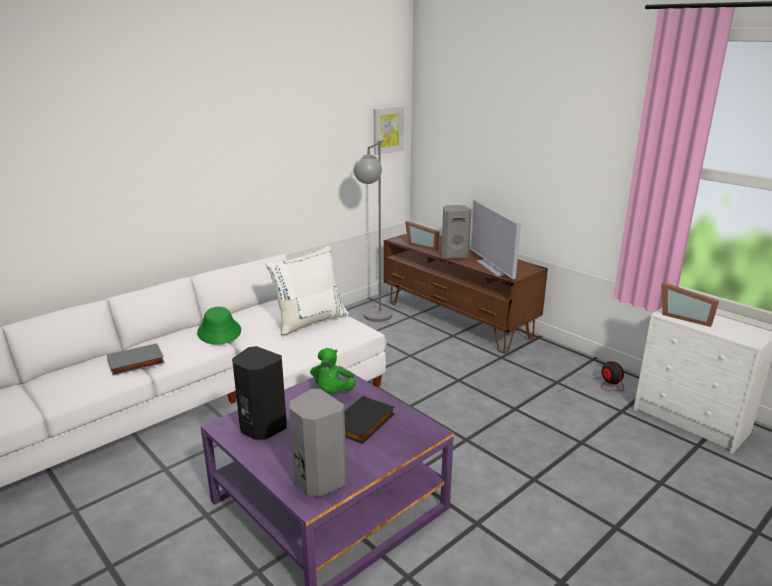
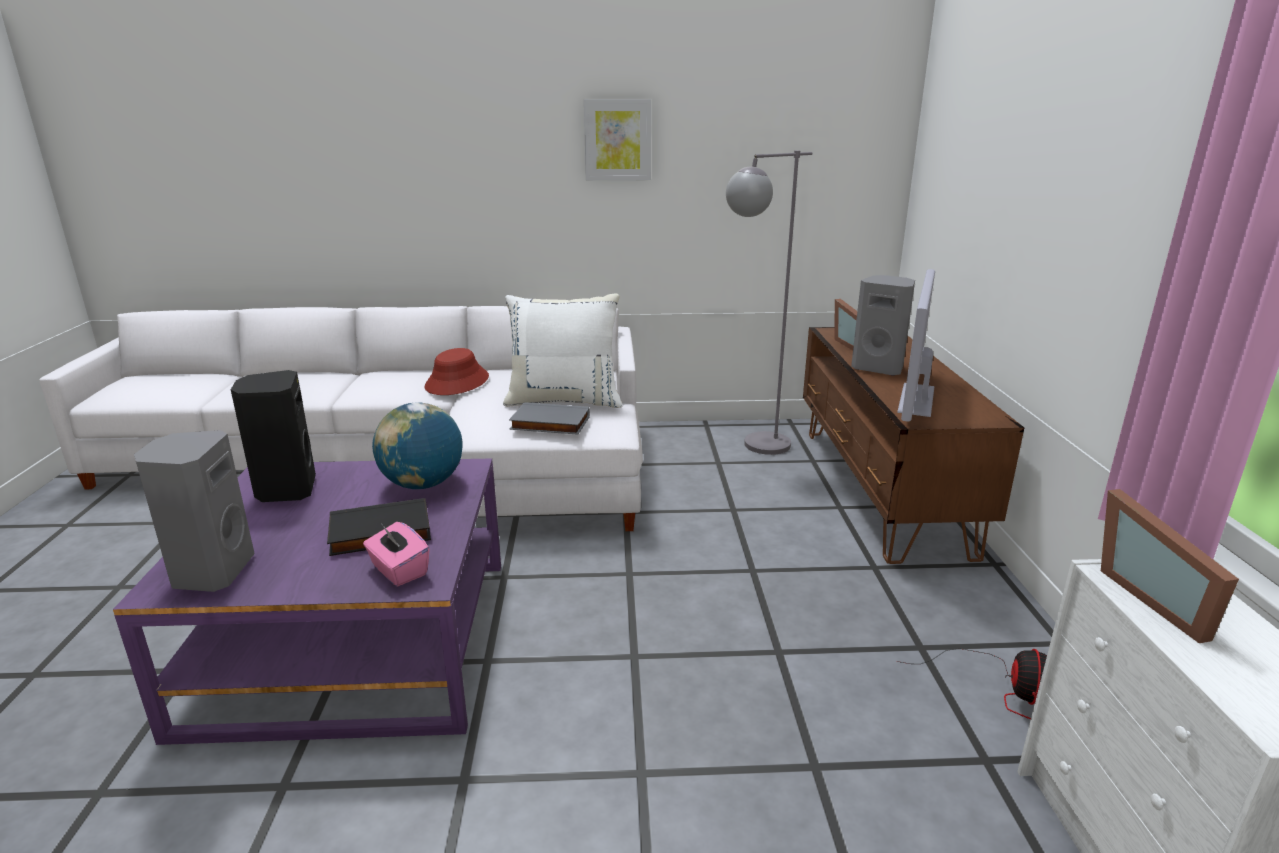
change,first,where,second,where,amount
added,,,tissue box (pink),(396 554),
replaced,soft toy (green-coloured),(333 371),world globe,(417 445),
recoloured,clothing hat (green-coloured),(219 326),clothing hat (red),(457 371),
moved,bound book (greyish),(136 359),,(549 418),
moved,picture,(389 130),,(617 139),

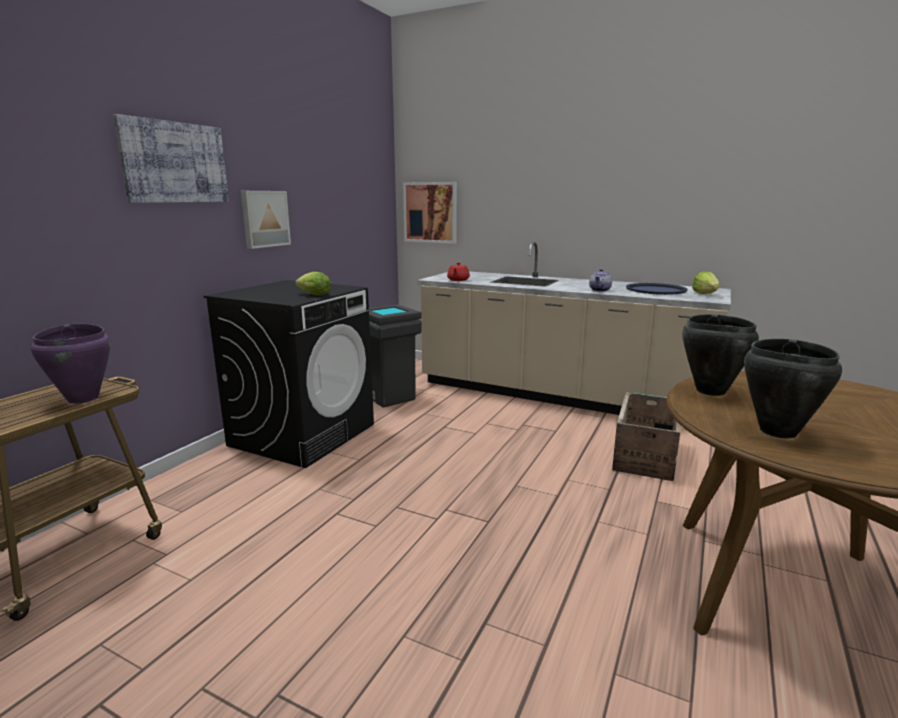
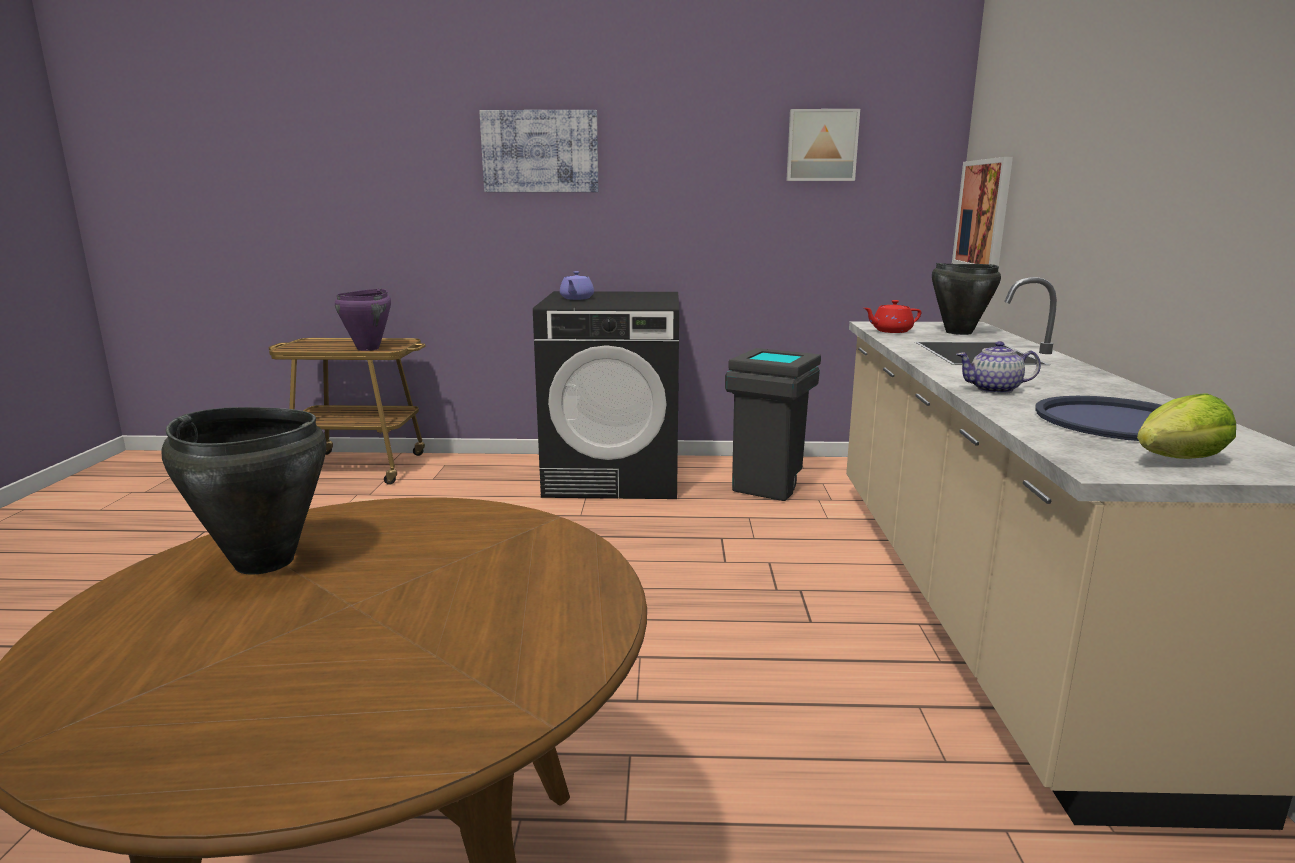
change,first,where,second,where,amount
added,,,pot for tea (purple-coloured),(577 285),
moved,picture,(266 220),,(823 145),
moved,cooking pot (blackish),(720 355),,(966 299),
removed,lettuce,(313 284),,,
removed,packing crate,(646 436),,,

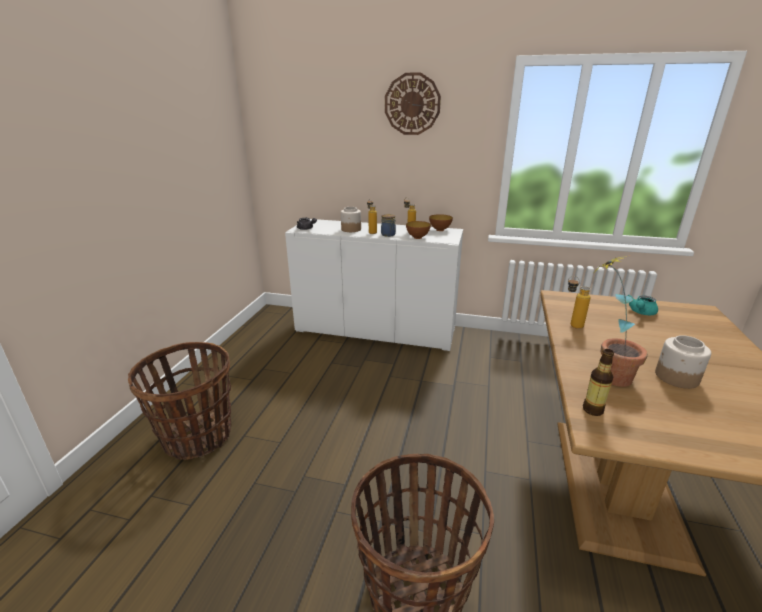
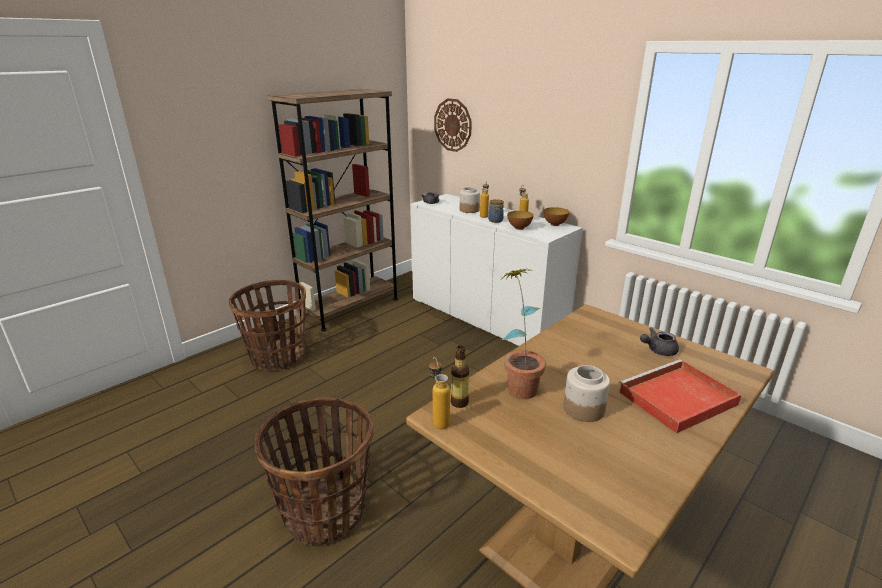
change,first,where,second,where,amount
added,,,bookshelf (brownish),(332 210),
moved,bottle,(579 302),,(439 393),
moved,hanging clock,(413 103),,(453 125),
added,,,carrying tray (red),(680 396),
recoloured,pot for tea (turquoise),(642 305),pot for tea (greyish),(659 341),

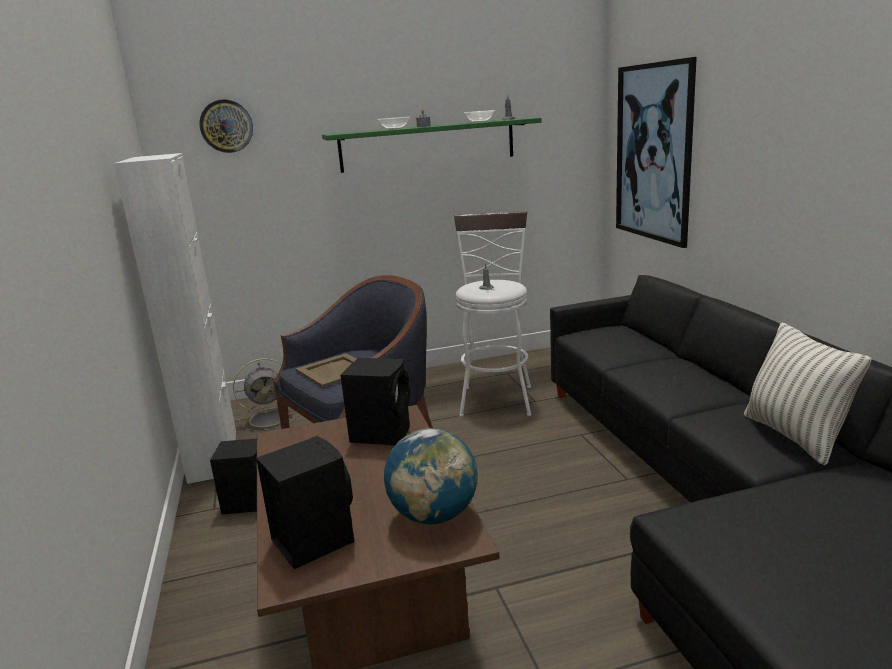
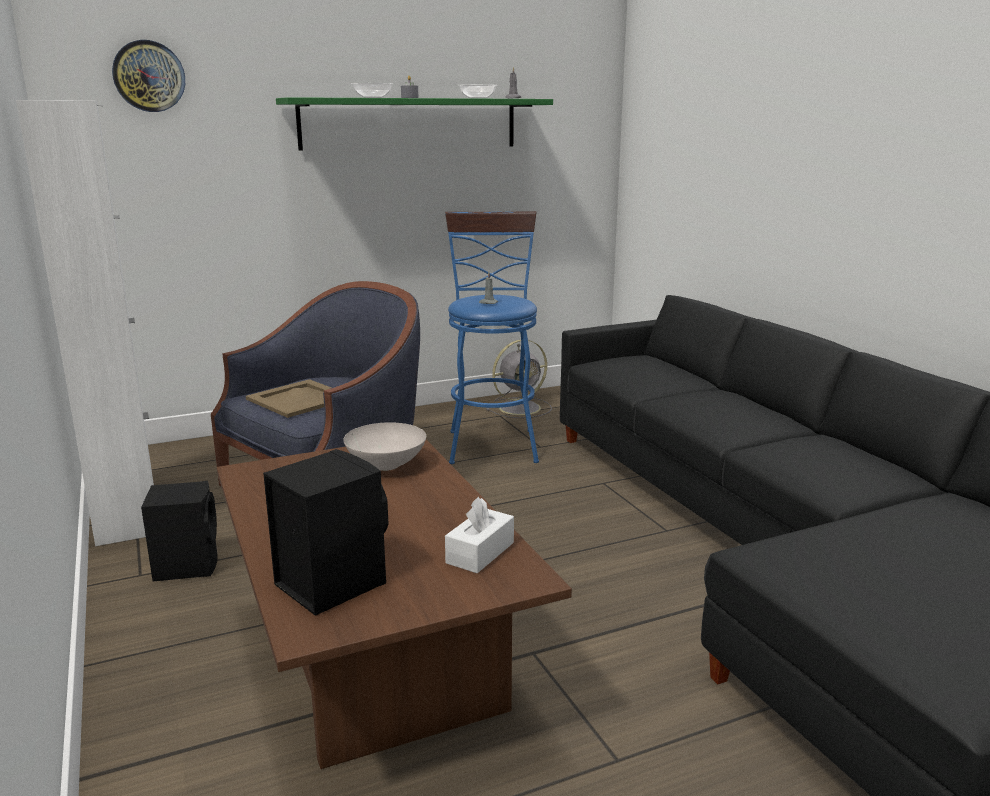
change,first,where,second,where,amount
replaced,loudspeaker (blackish),(375 402),deep dish (whitish),(384 446),
recoloured,stool (whitish),(493 314),stool (bluish),(492 337),
replaced,world globe,(431 476),tissue box (whitish),(479 535),
moved,electric fan (greyish),(265 394),,(519 379),
removed,picture,(656 152),,,
removed,pillow,(808 393),,,

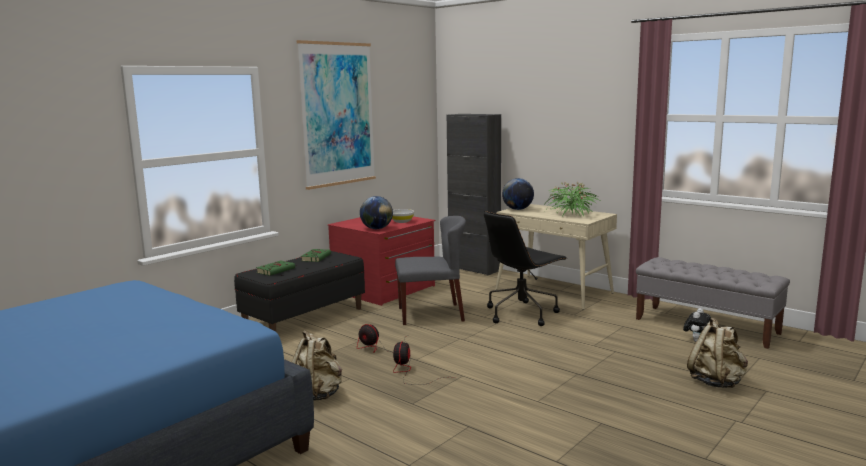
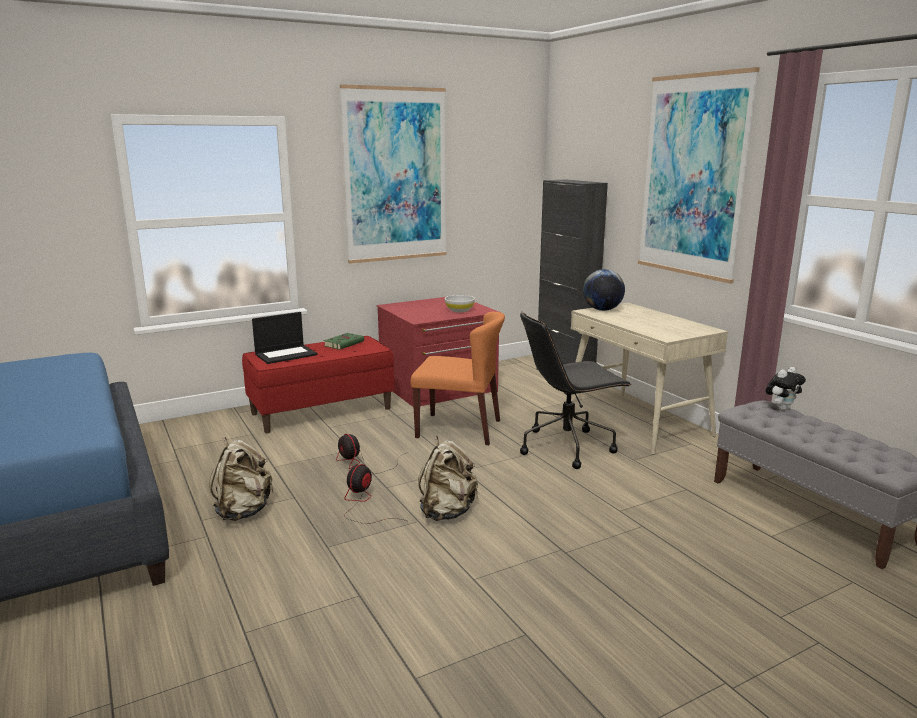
change,first,where,second,where,amount
recoloured,long seat (blackish),(299 291),long seat (red),(318 384),
replaced,bound book (green-coloured),(275 268),laptop,(284 338),
recoloured,chair (greyish),(430 270),chair (orange-coloured),(457 378),
moved,rucksack (sand-coloured),(717 353),,(448 478),
added,,,picture,(699 175),
moved,soft toy,(697 325),,(786 388),
removed,world globe,(376 212),,,
removed,potted plant,(571 199),,,

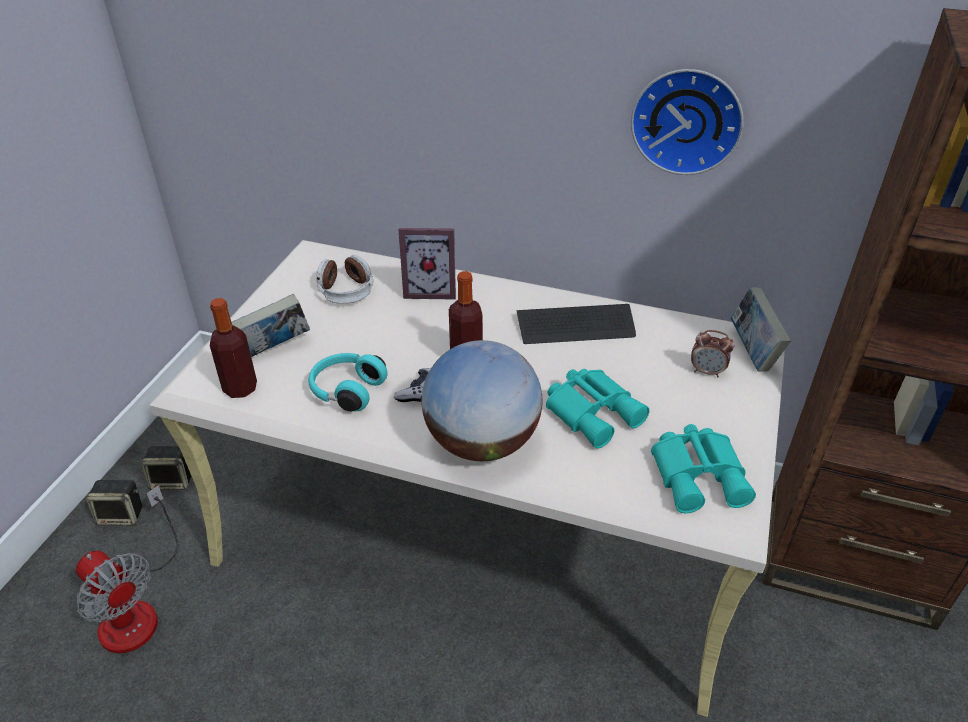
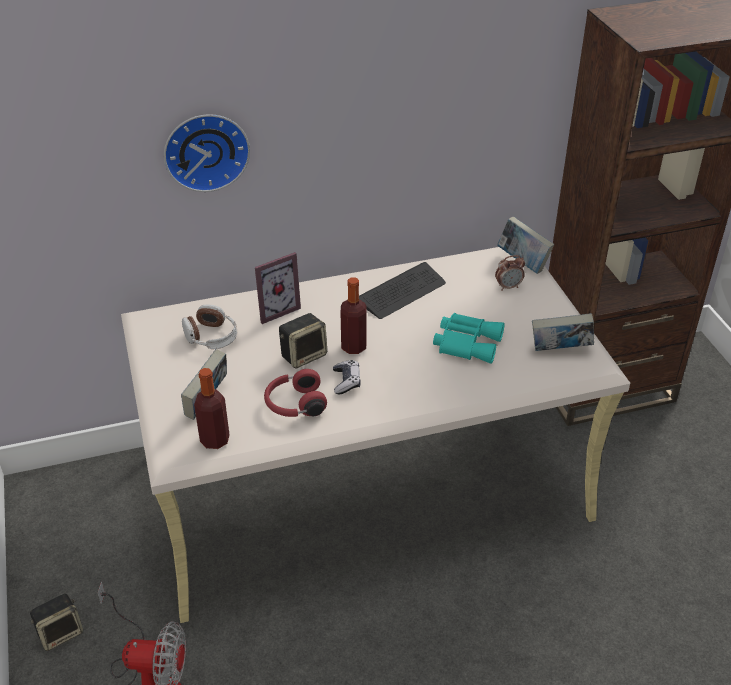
change,first,where,second,where,amount
moved,hanging clock,(687 122),,(207 153),
recoloured,headset (turquoise),(348 382),headset (red),(295 393),
moved,loudspeaker,(166 468),,(303 341),
replaced,field glasses (turquoise),(703 468),bound book,(563 332),
removed,world globe,(481 400),,,

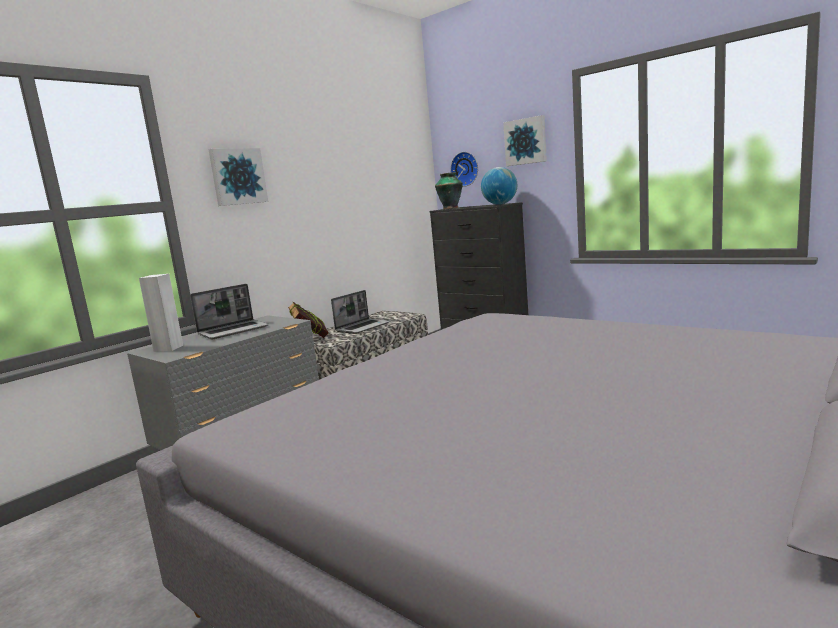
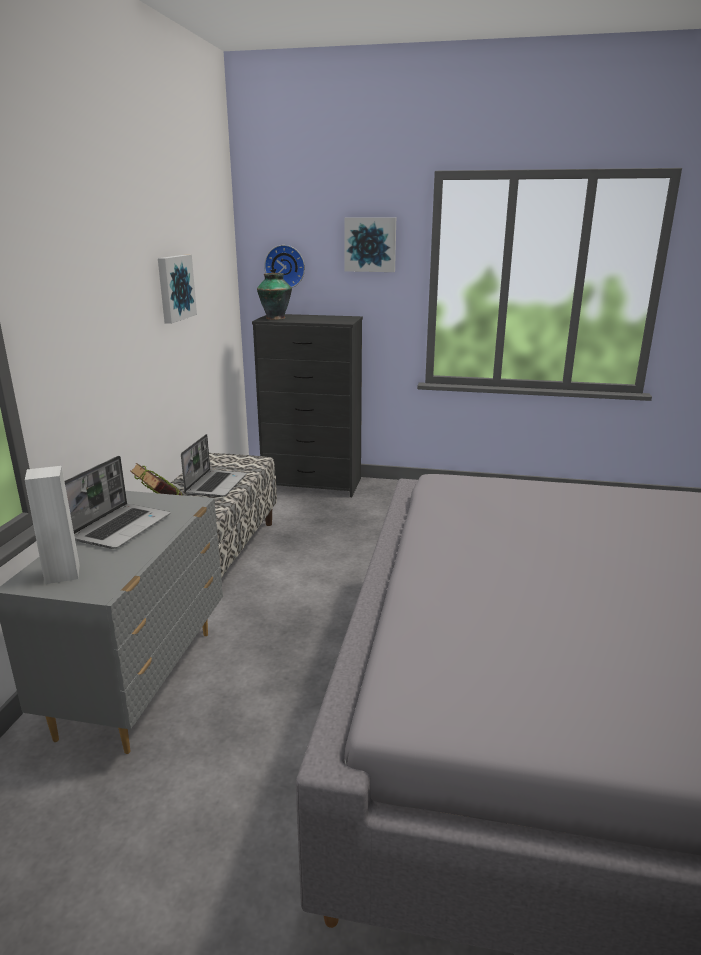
change,first,where,second,where,amount
moved,picture,(238 177),,(177 289),
removed,world globe,(499 186),,,

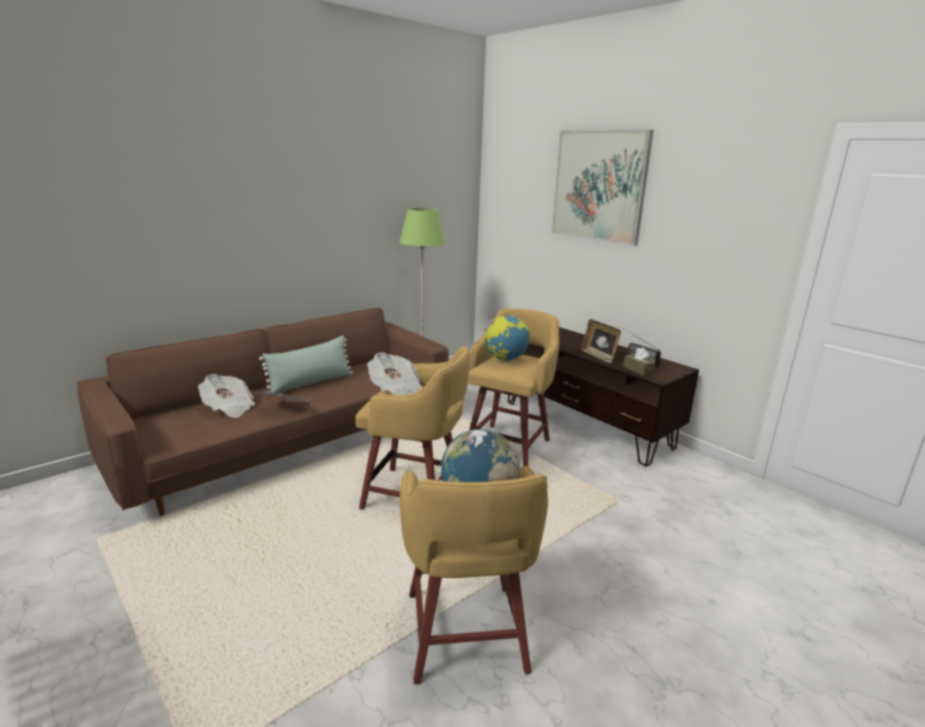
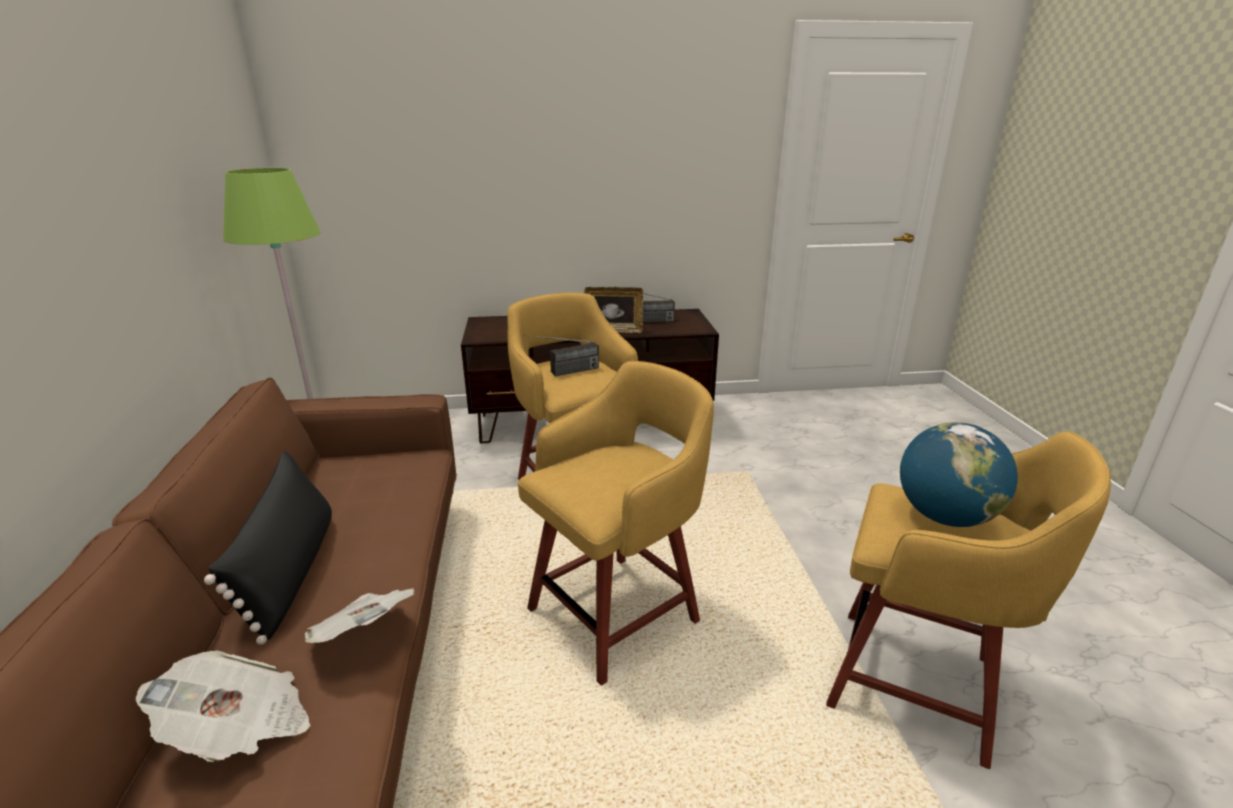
change,first,where,second,where,amount
recoloured,pillow (green-coloured),(306 365),pillow (blackish),(268 548),
replaced,world globe,(507 338),radio,(561 355),
removed,printed paper,(395 373),,,
removed,picture,(602 188),,,
removed,tissue box (brownish),(639 362),,,

